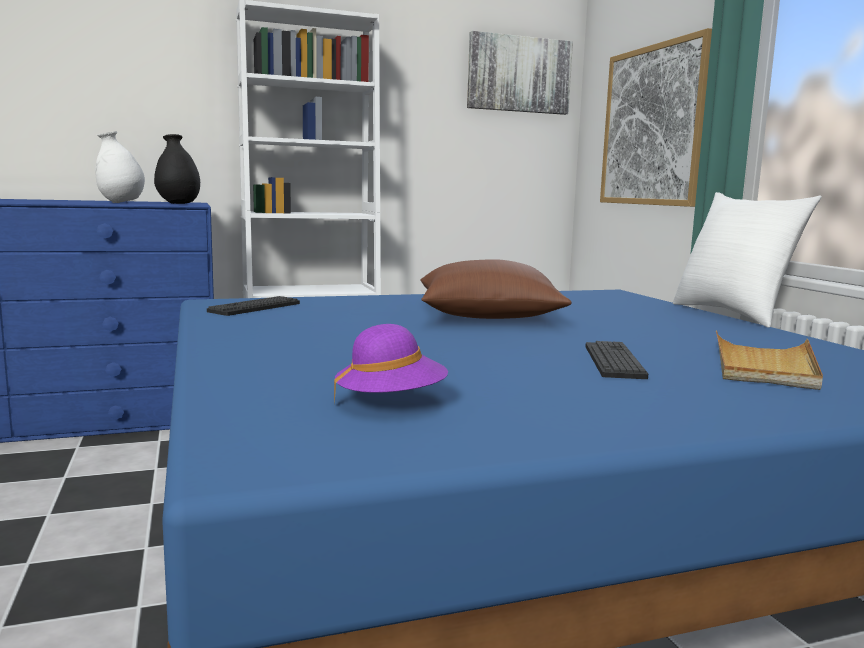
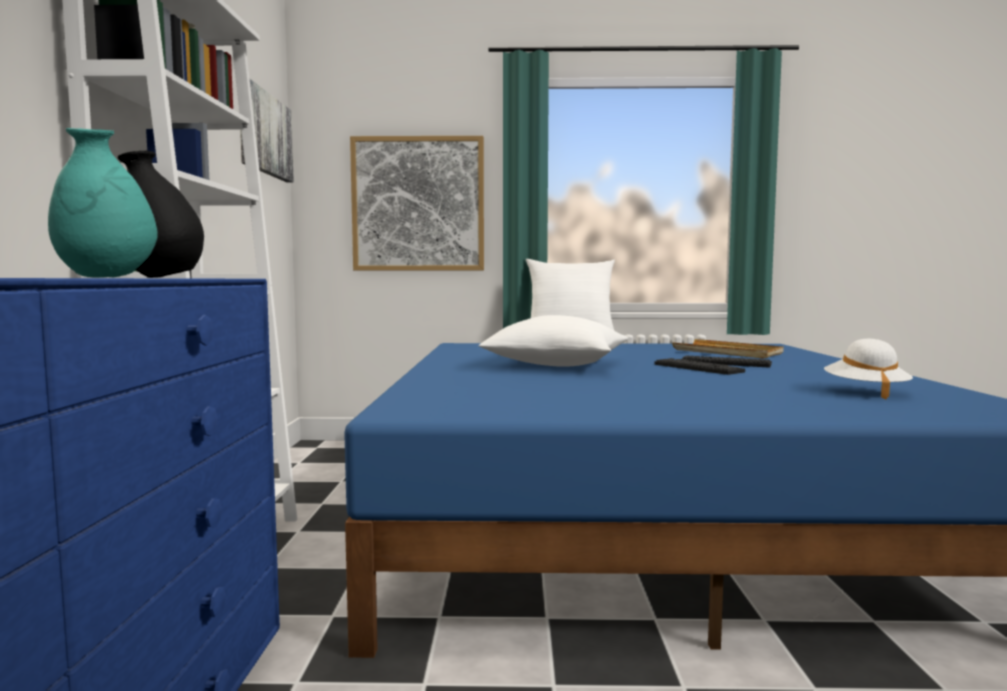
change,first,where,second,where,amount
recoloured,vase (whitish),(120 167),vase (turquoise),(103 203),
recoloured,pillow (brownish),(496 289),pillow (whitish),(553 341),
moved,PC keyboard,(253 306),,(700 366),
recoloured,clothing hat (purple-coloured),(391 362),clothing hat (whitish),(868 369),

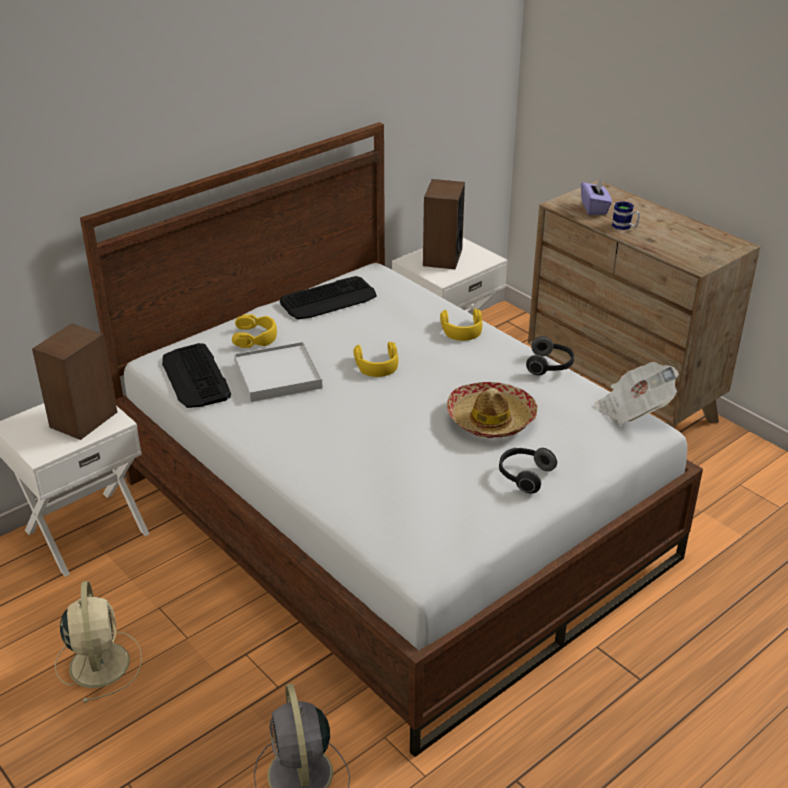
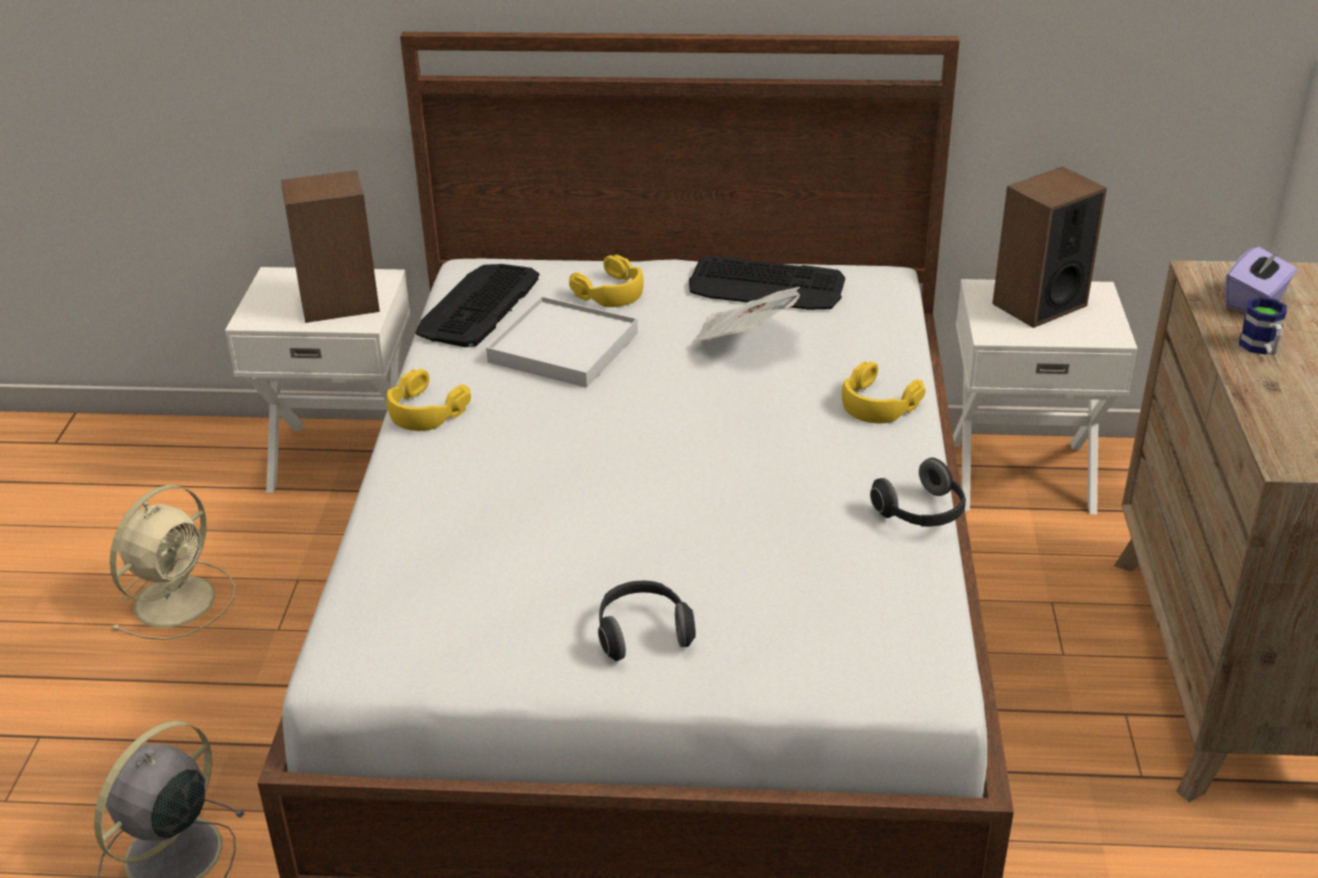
change,first,where,second,where,amount
moved,headset (yellow),(375 359),,(429 400),
moved,printed paper,(636 393),,(746 314),
removed,clothing hat,(492 410),,,

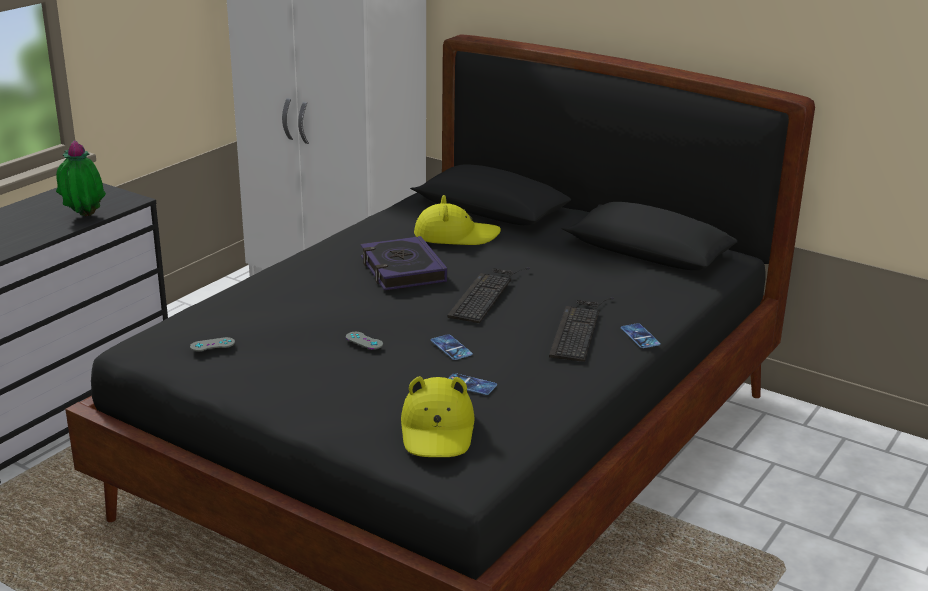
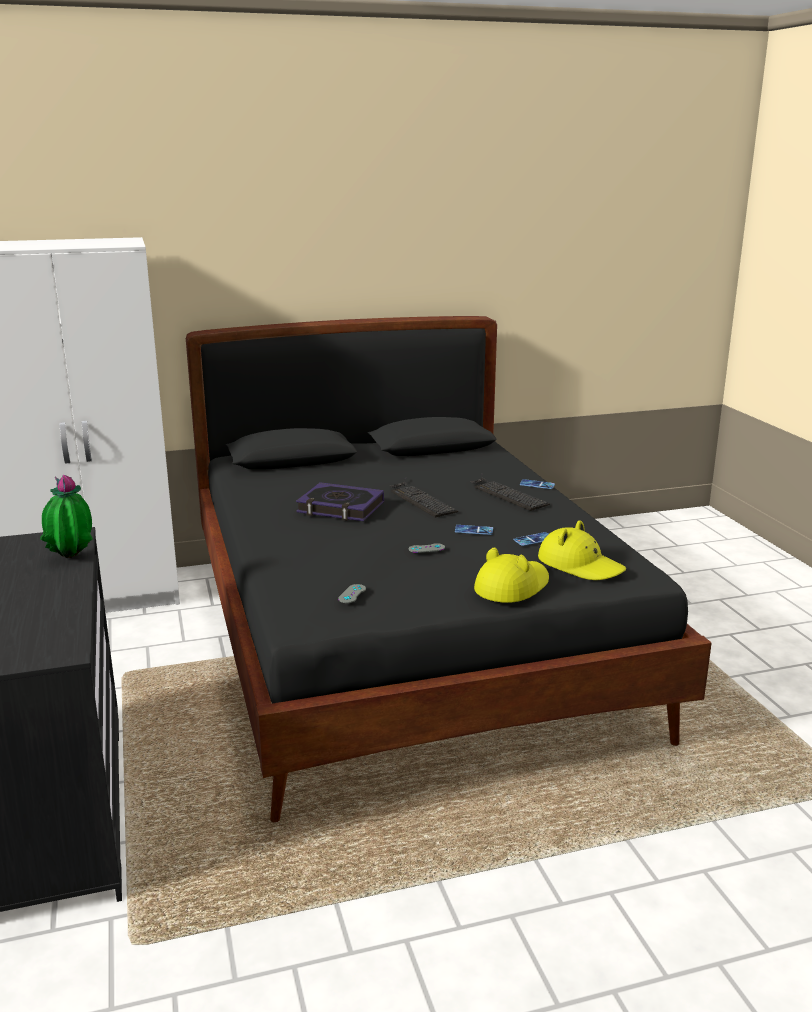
change,first,where,second,where,amount
moved,clothing hat (yellow),(457 220),,(511 575),

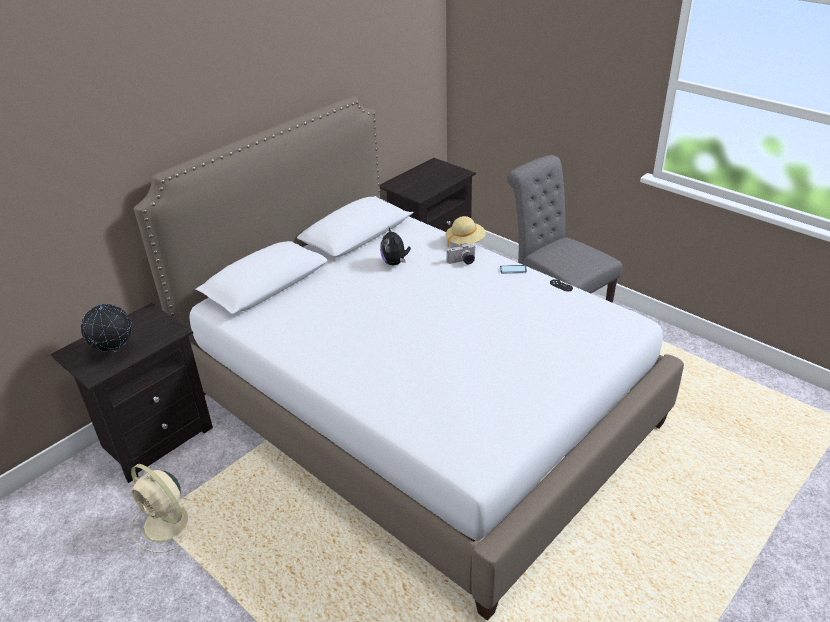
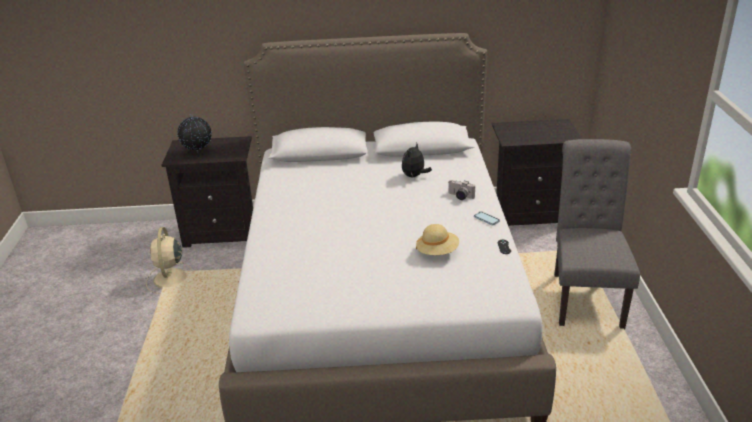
change,first,where,second,where,amount
moved,clothing hat (sand-coloured),(466 232),,(437 239),

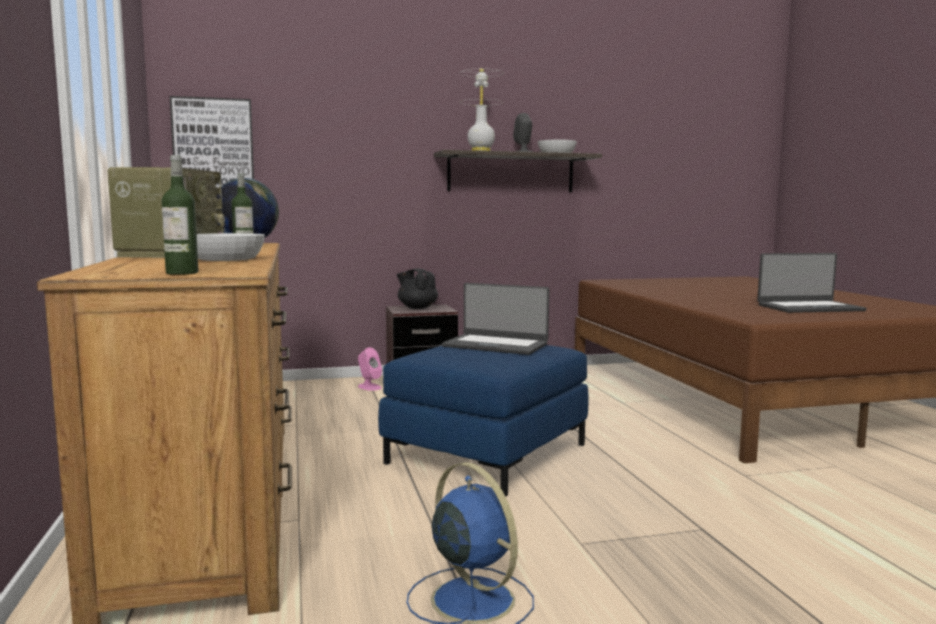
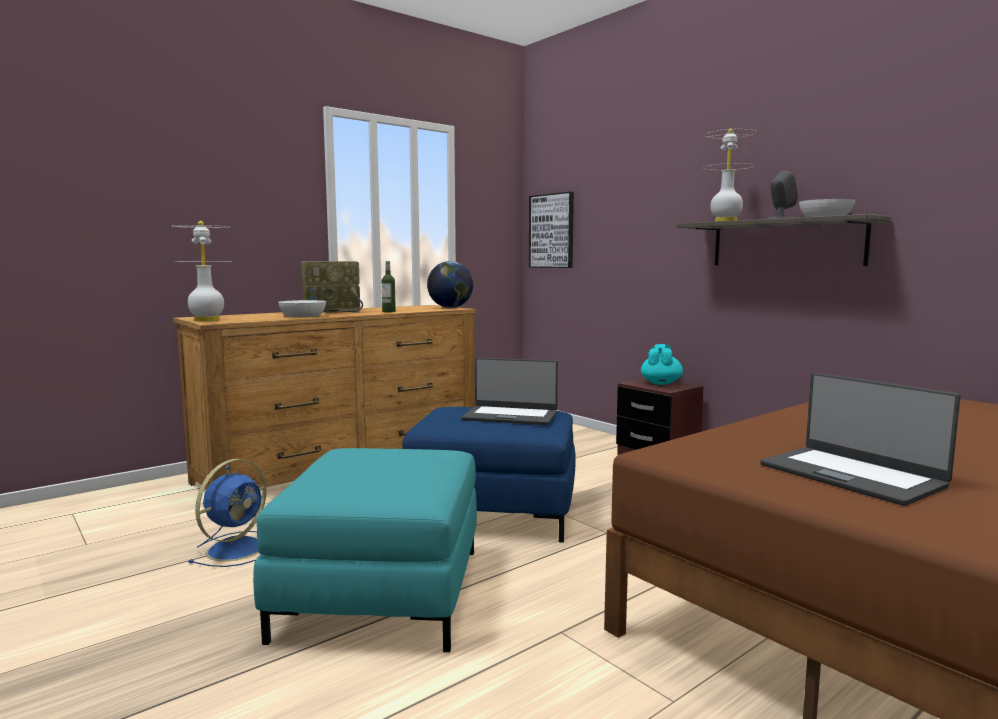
change,first,where,second,where,amount
replaced,bottle,(180 215),table lamp (whitish),(200 271),
added,,,footrest (turquoise),(365 550),
turned,laptop,(495 319),,(509 391),75 degrees counterclockwise
recoloured,pot for tea (blackish),(417 289),pot for tea (turquoise),(662 364),
removed,loudspeaker (pink),(370 369),,,

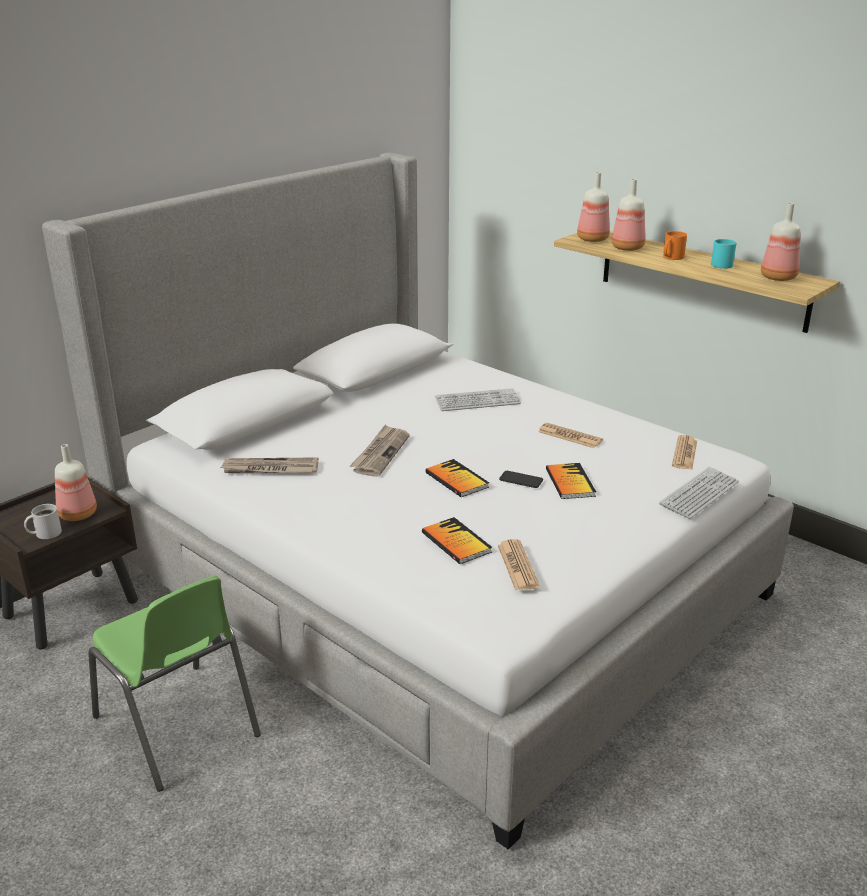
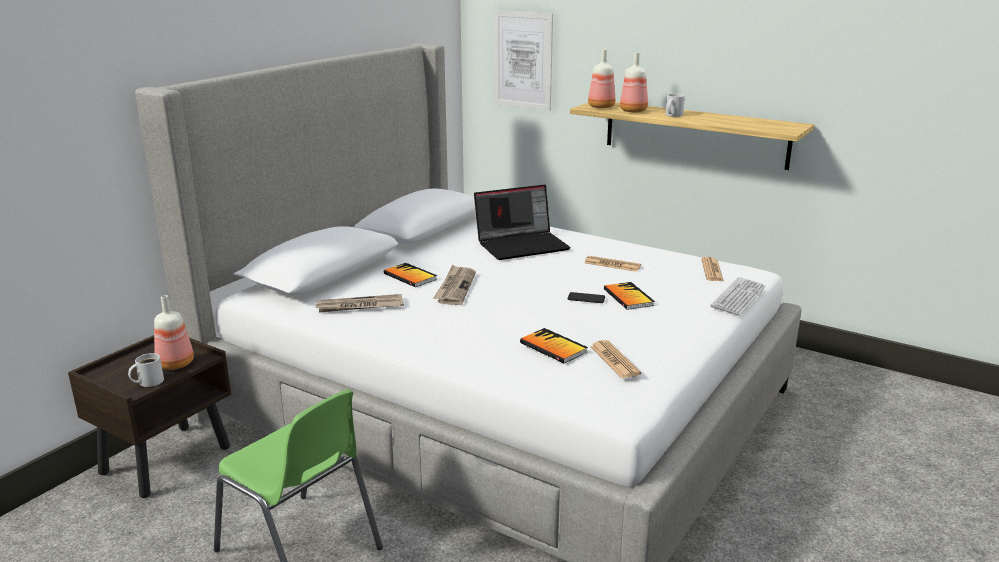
change,first,where,second,where,amount
moved,bound book,(457 478),,(410 275),
replaced,PC keyboard,(478 399),laptop,(522 222),
added,,,picture,(523 61),
recoloured,mug (orange-coloured),(675 245),mug (whitish),(675 105),
removed,mug (turquoise),(723 254),,,
removed,bottle,(780 242),,,

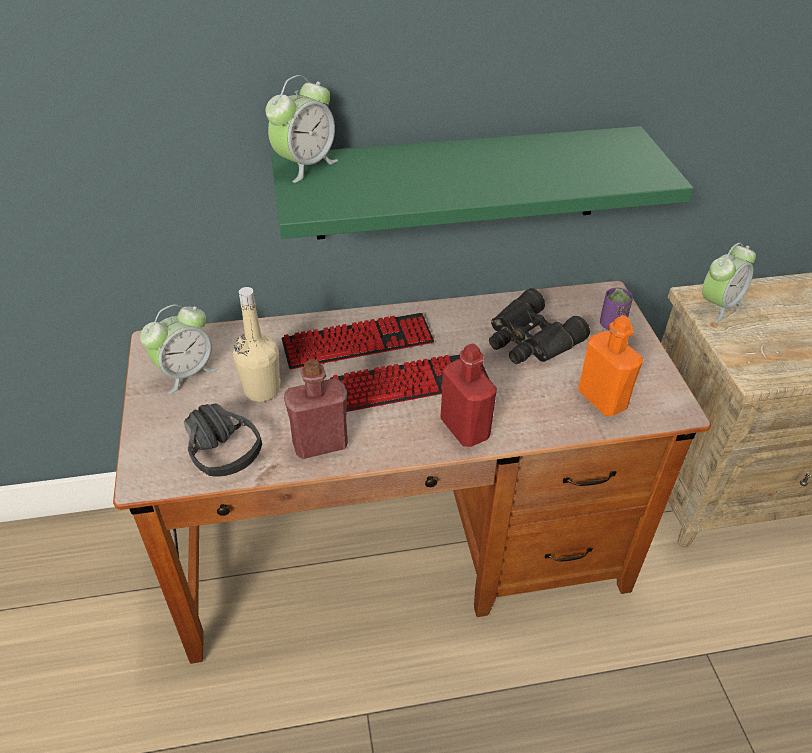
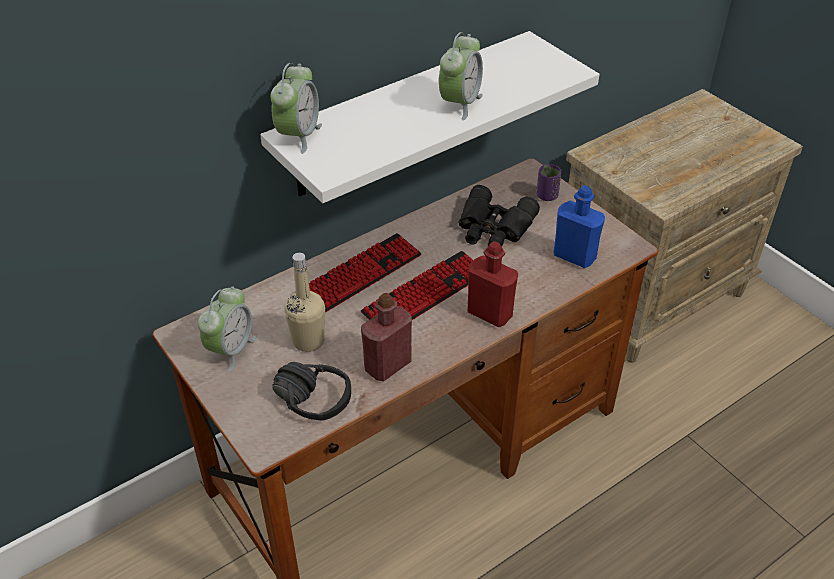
change,first,where,second,where,amount
recoloured,wall shelf (green-coloured),(482 183),wall shelf (whitish),(429 117),
moved,alarm clock,(729 282),,(461 76),
recoloured,bottle (orange-coloured),(610 365),bottle (bluish),(579 226),

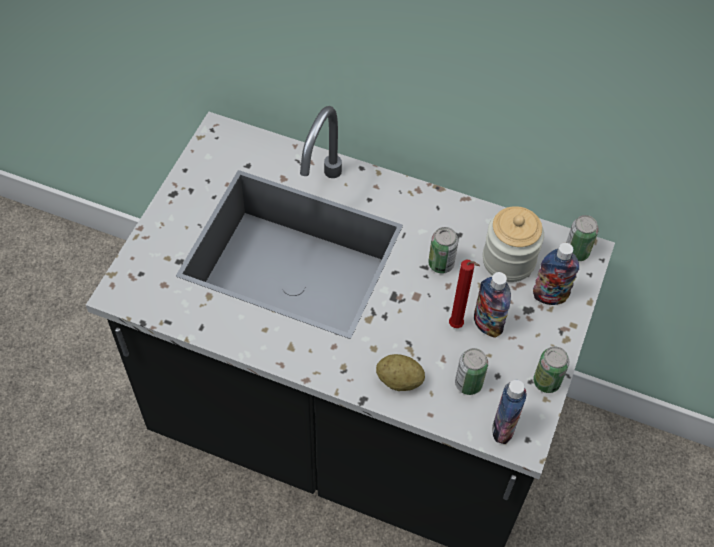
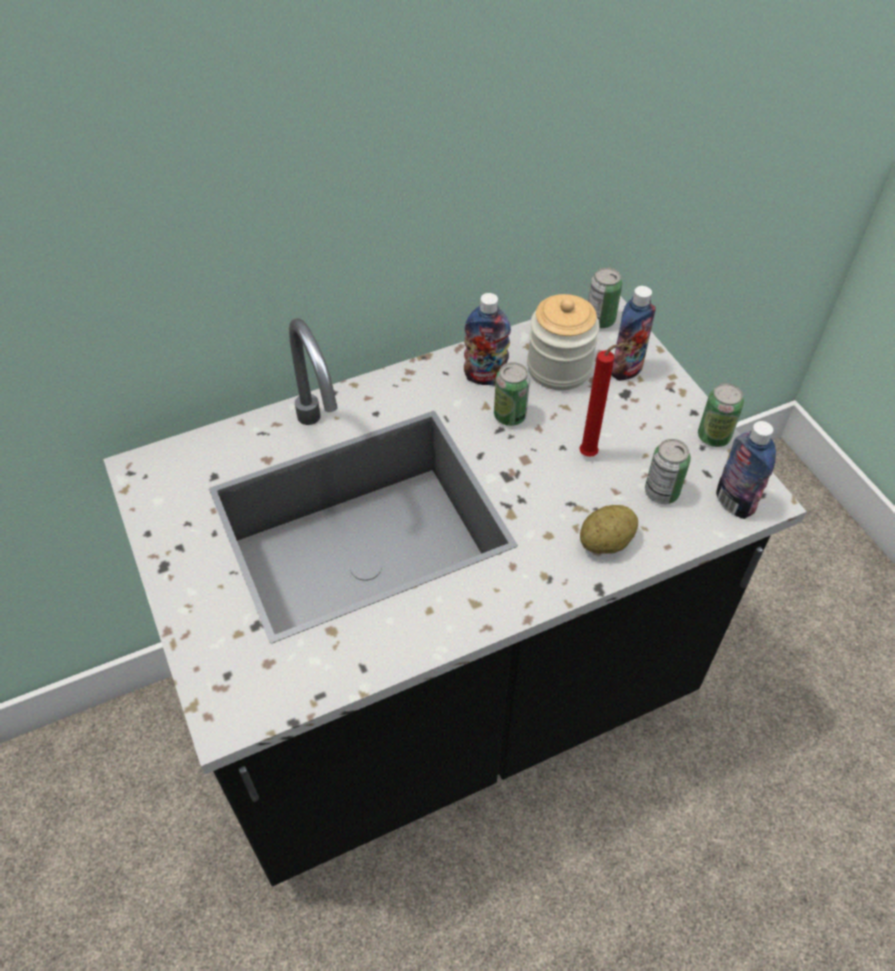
change,first,where,second,where,amount
moved,bottle,(492 305),,(487 339),

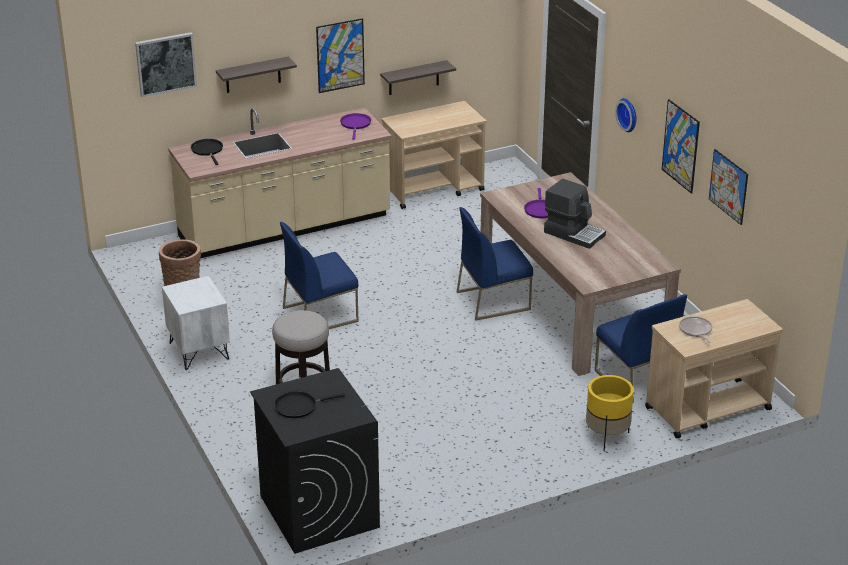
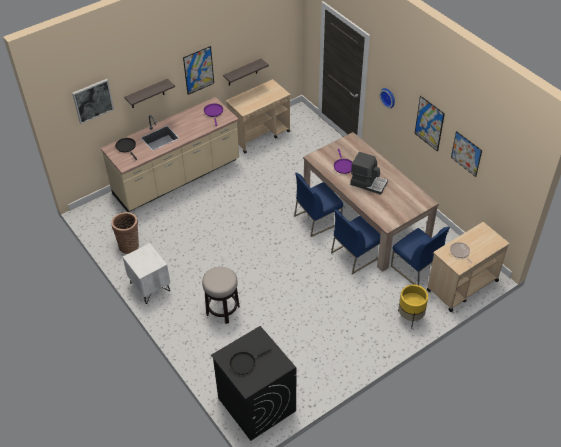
change,first,where,second,where,amount
moved,chair (bluish),(319 275),,(356 242),

